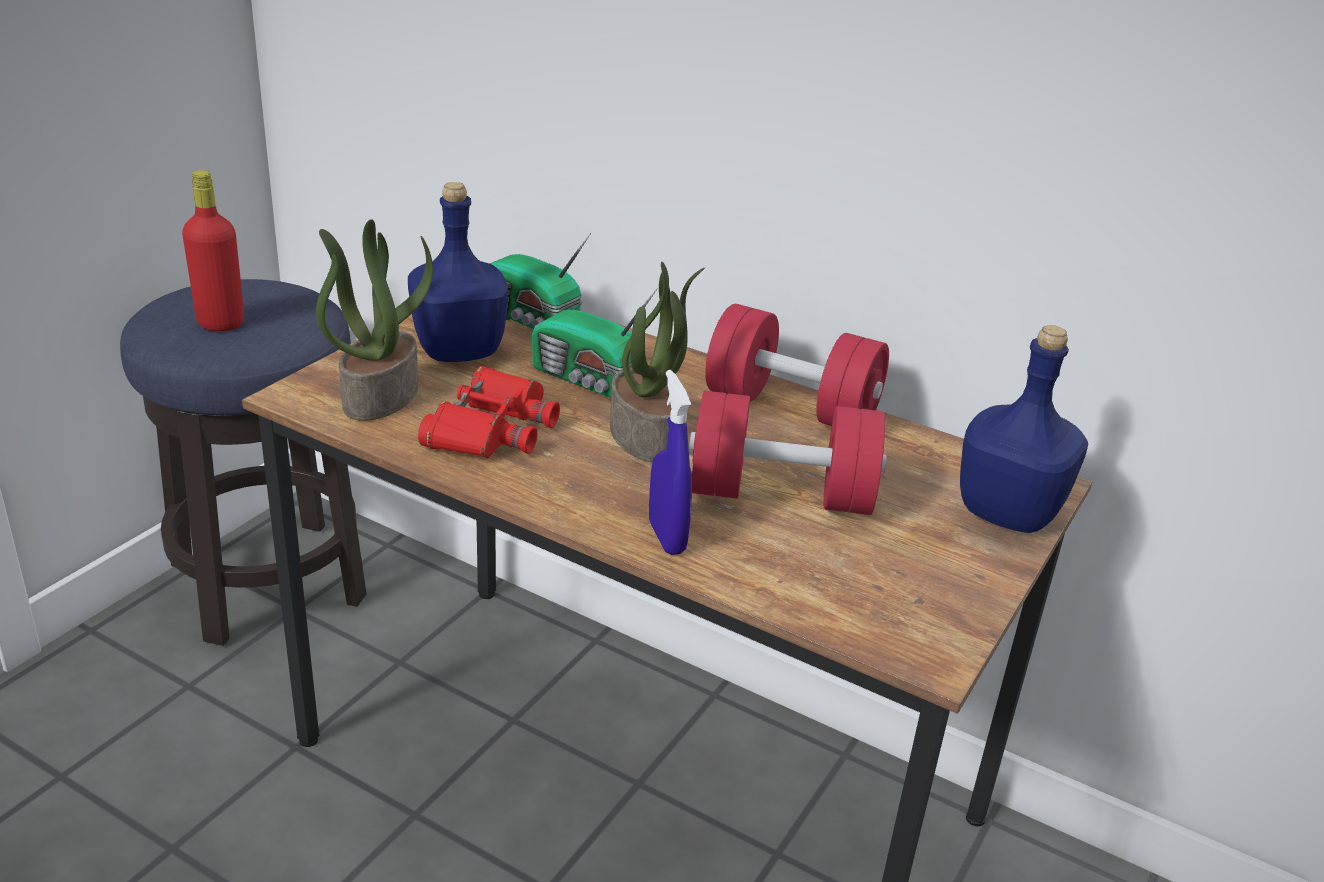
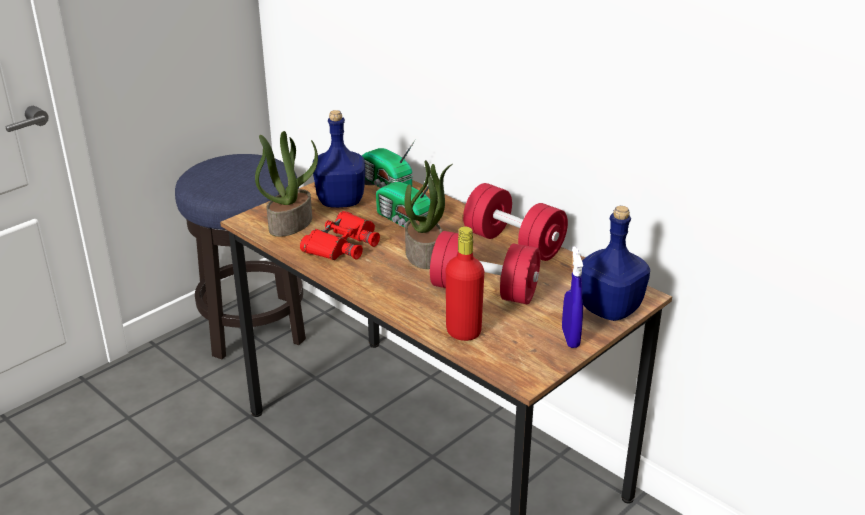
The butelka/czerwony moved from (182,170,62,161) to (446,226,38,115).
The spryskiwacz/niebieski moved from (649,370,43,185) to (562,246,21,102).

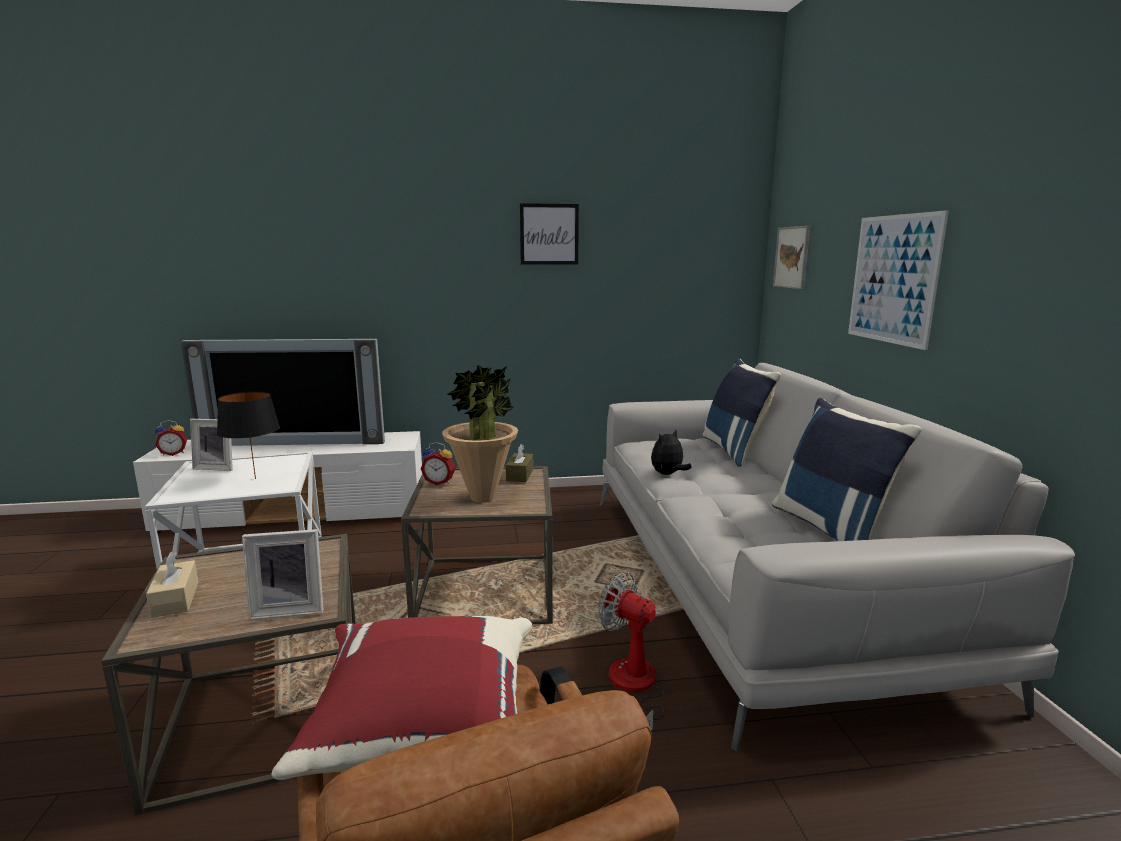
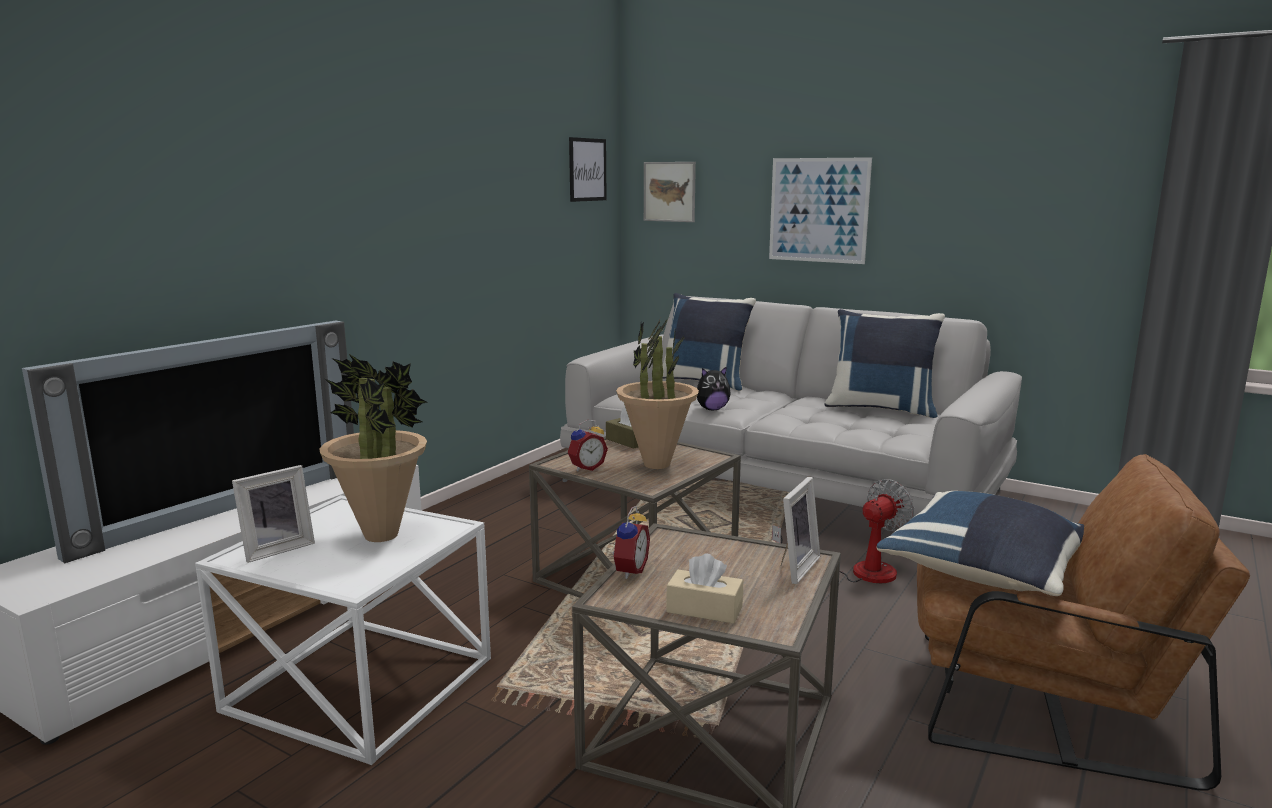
The lampa stołowa/czarny at (217,391,63,88) was replaced by the roślina doniczkowa at (319,353,108,189).
The obraz moved from (520,203,59,62) to (569,137,38,65).
The budzik moved from (155,420,32,36) to (611,506,39,73).
The pluszak at (651,429,41,46) turned 105 degrees counterclockwise.
The wentylator at (598,572,66,158) turned 150 degrees clockwise.
The poduszka/czerwony at (271,616,262,164) became the poduszka/niebieski at (876,491,208,105).

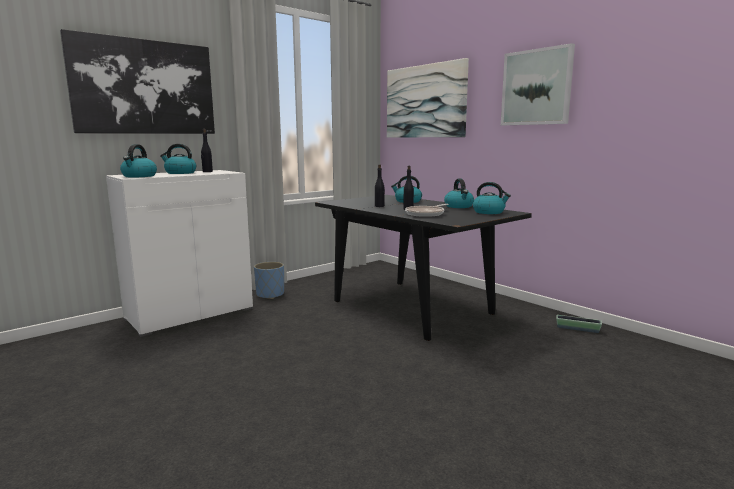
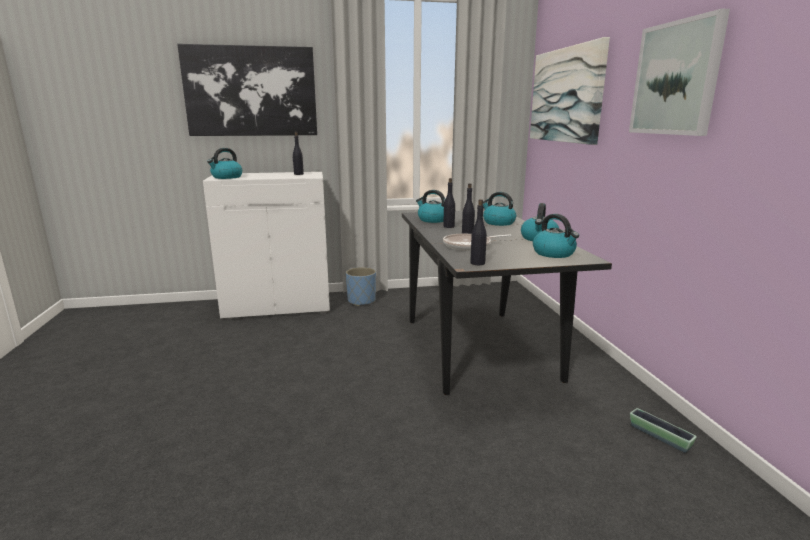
The czajnik moved from (160,144,36,30) to (416,190,29,33).
The butelka/czarny at (470,199,17,66) appeared.

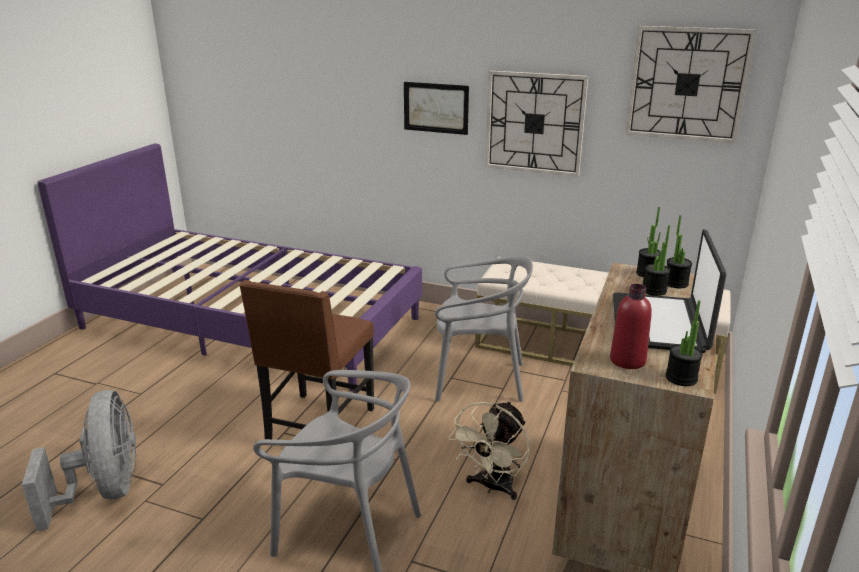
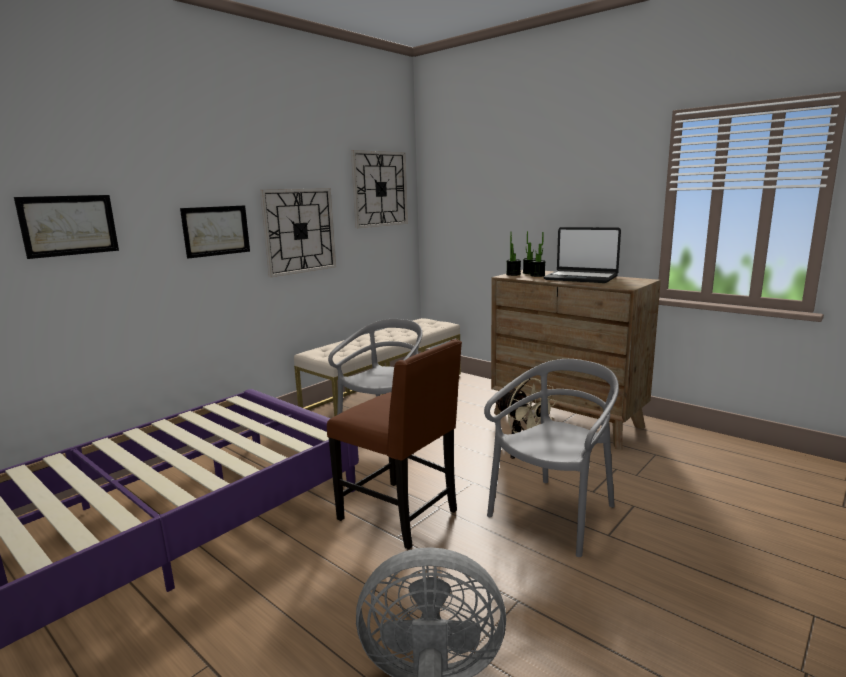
The obraz at (14,195,105,64) appeared.
The butelka/czerwony at (610,284,42,85) disappeared.
The roślina doniczkowa at (666,300,37,86) disappeared.

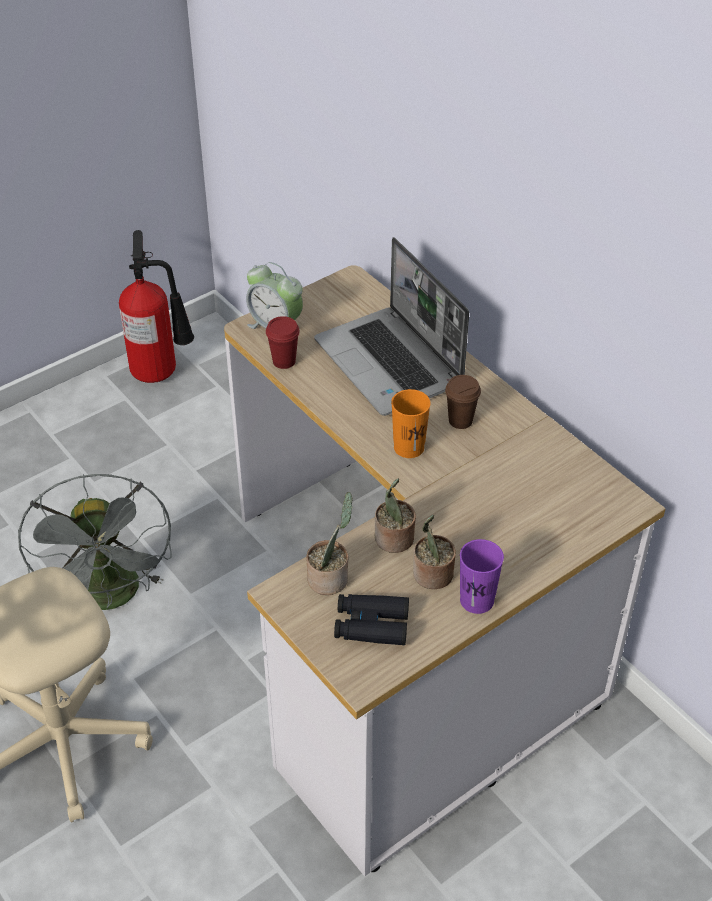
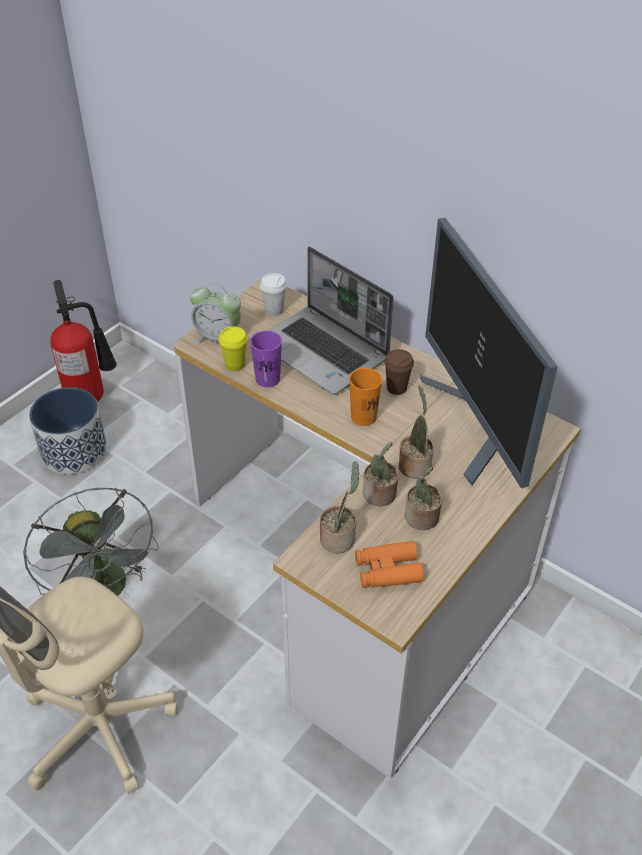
The donica at (29,387,78,88) appeared.
The filiżanka/czerwony at (266,316,34,53) became the filiżanka/żółty at (219,326,29,45).
The filiżanka/fioletowy moved from (460,539,44,75) to (250,331,32,56).
The filiżanka/biały at (260,273,27,43) appeared.
The lornetka/czarny at (334,594,75,51) became the lornetka/pomarańczowy at (355,541,69,47).
The roślina doniczkowa at (399,385,35,94) appeared.
The monitor at (420,218,137,270) appeared.

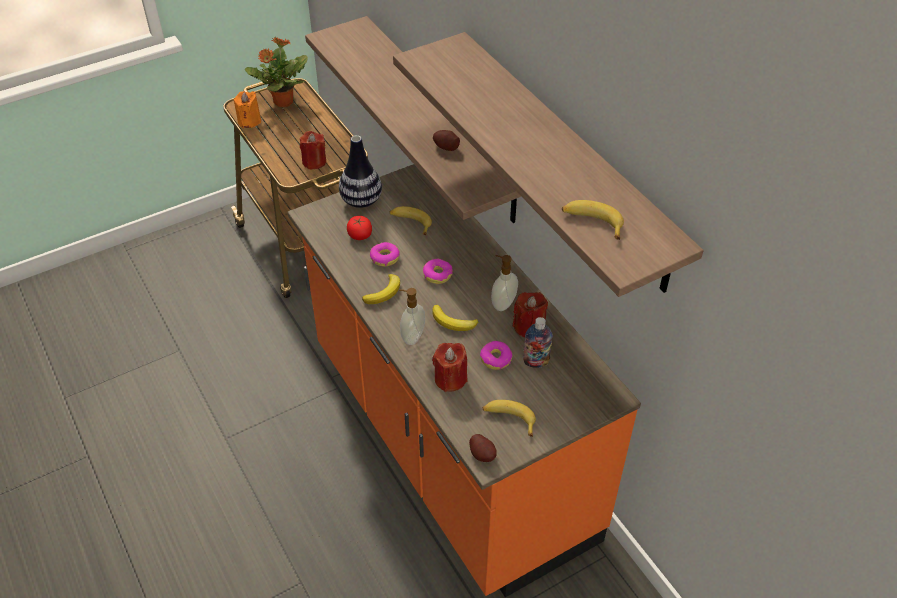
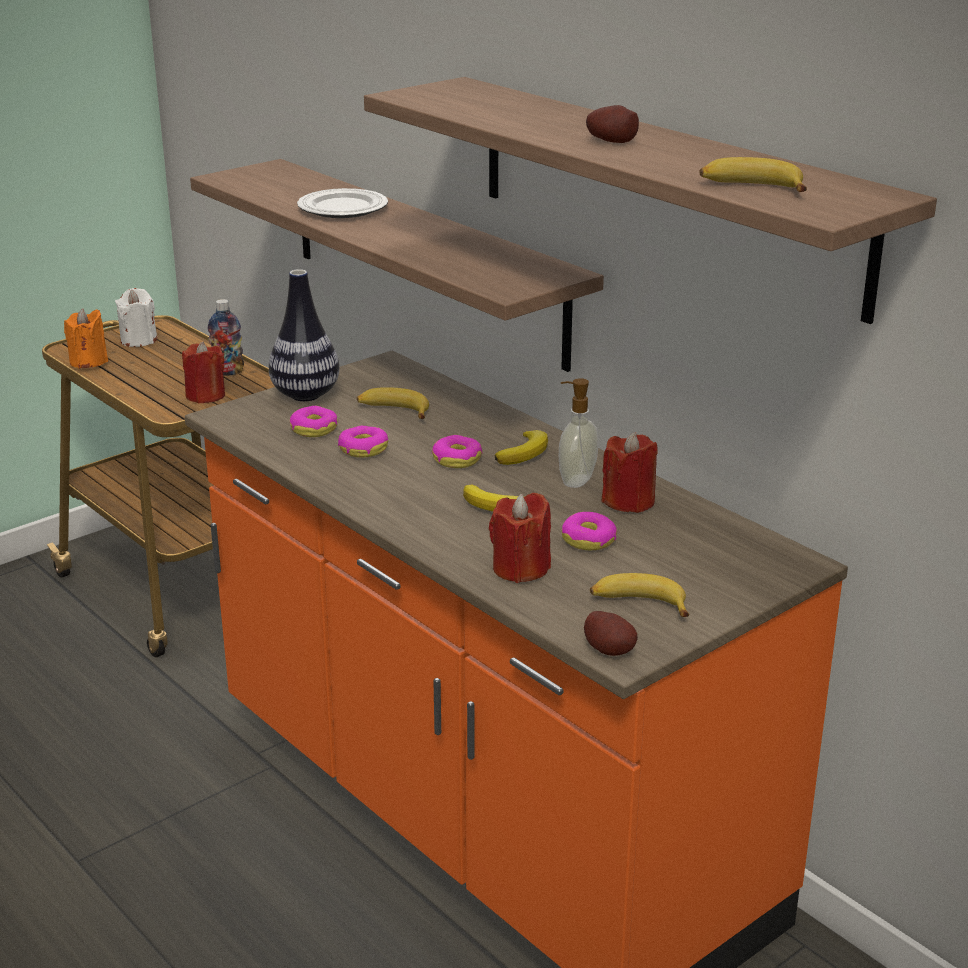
The roślina doniczkowa at (245,37,63,70) was replaced by the świeca/biały at (115,288,42,59).
The butelka moved from (523,317,30,51) to (208,299,36,77).
The pomidor at (347,216,25,24) was replaced by the donut at (290,406,48,31).
The talerz at (297,188,91,30) appeared.
The banan moved from (362,274,38,30) to (495,430,53,35).
The ziemniak moved from (433,130,27,21) to (586,105,53,38).
The dozownik mydła at (399,288,26,57) disappeared.

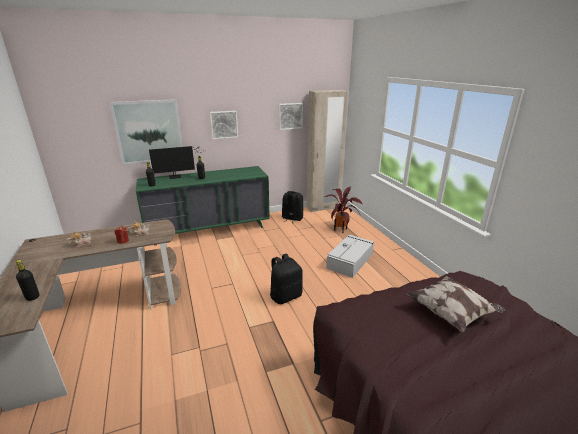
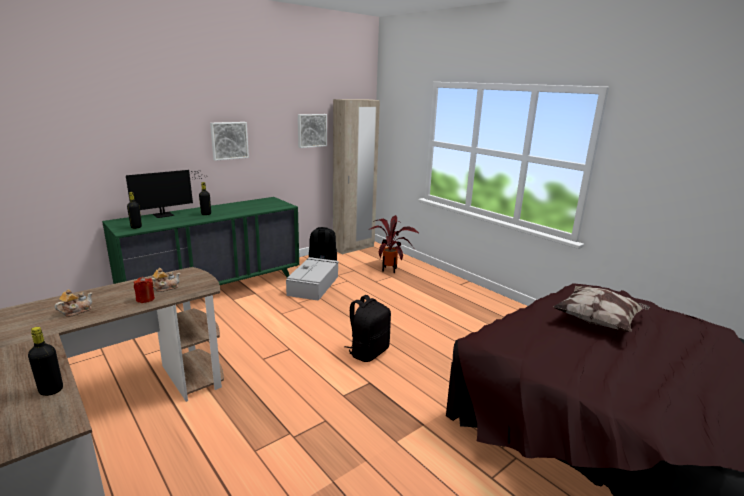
The pojemnik do przechowywania/szary moved from (326,235,48,43) to (286,257,53,44).
The obraz at (109,99,74,66) disappeared.

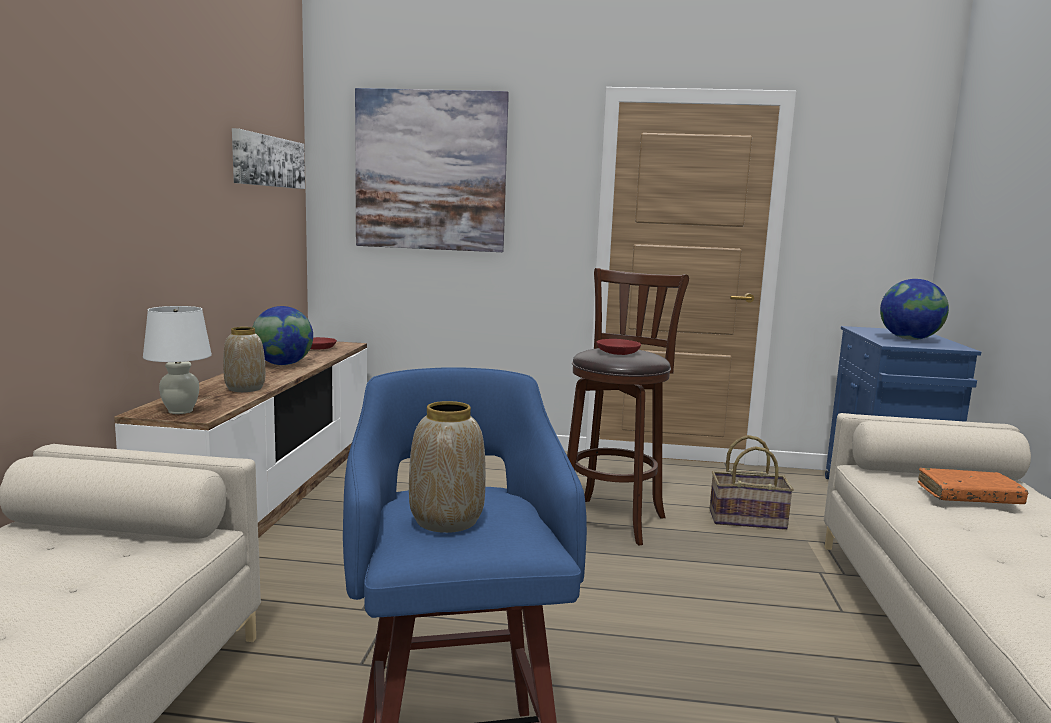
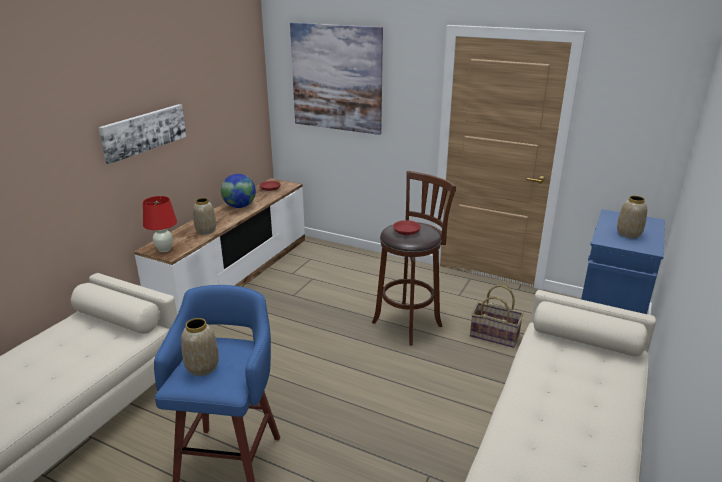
The obraz moved from (232,128,73,61) to (98,104,88,60).
The lampa stołowa/biały at (143,306,69,108) became the lampa stołowa/czerwony at (143,196,34,56).
The globus at (880,279,69,61) was replaced by the wazon at (617,196,30,42).
The książka/pomarańczowy at (918,468,110,36) disappeared.

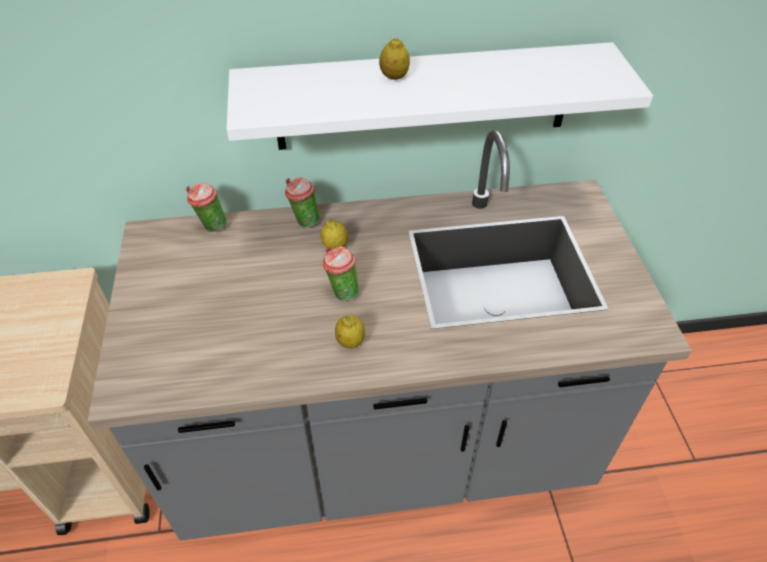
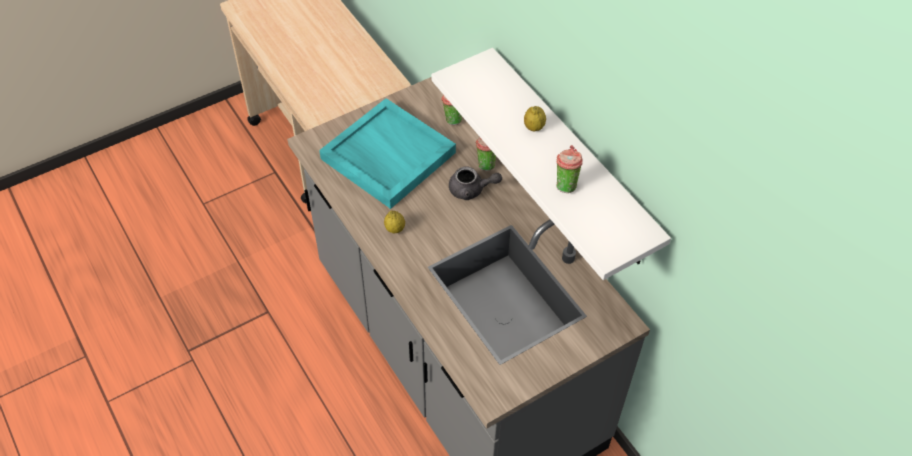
The taca/turkusowy at (319,98,137,111) appeared.
The cytryna at (321,219,27,30) was replaced by the imbryk/szary at (449,167,53,33).
The filiżanka moved from (323,247,36,54) to (556,145,27,48).

